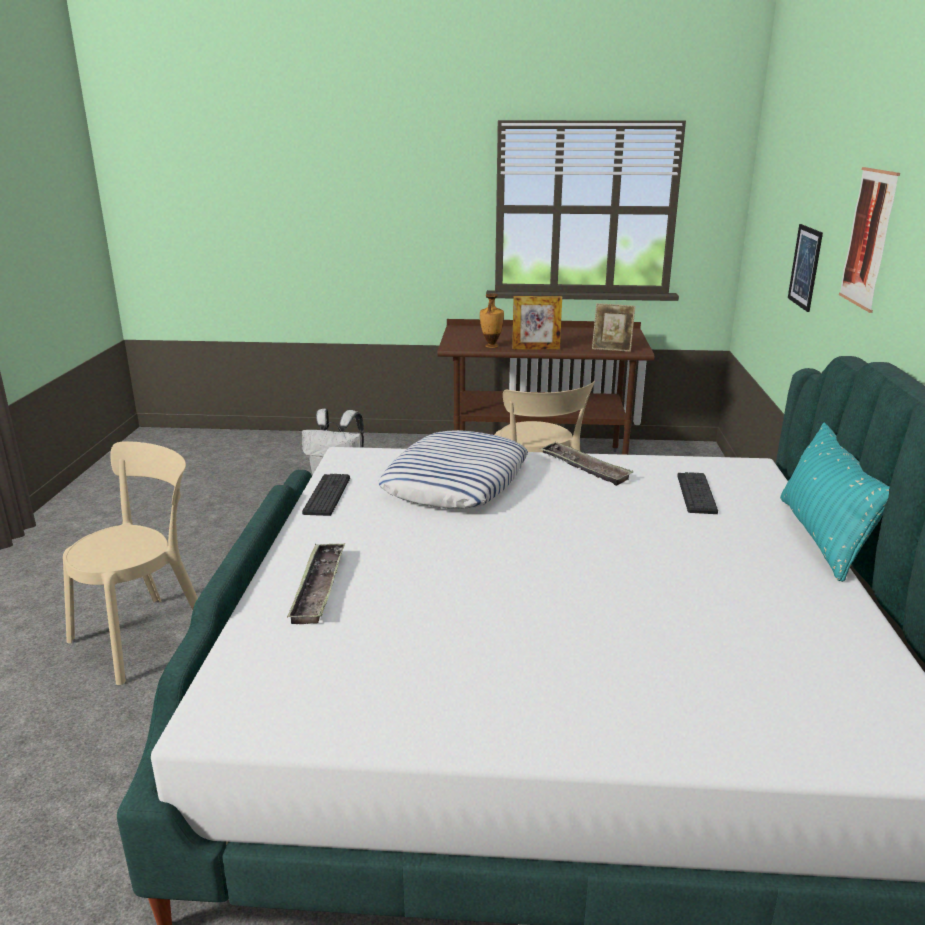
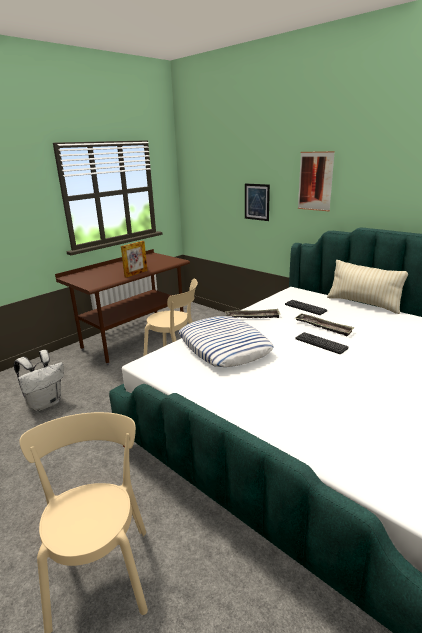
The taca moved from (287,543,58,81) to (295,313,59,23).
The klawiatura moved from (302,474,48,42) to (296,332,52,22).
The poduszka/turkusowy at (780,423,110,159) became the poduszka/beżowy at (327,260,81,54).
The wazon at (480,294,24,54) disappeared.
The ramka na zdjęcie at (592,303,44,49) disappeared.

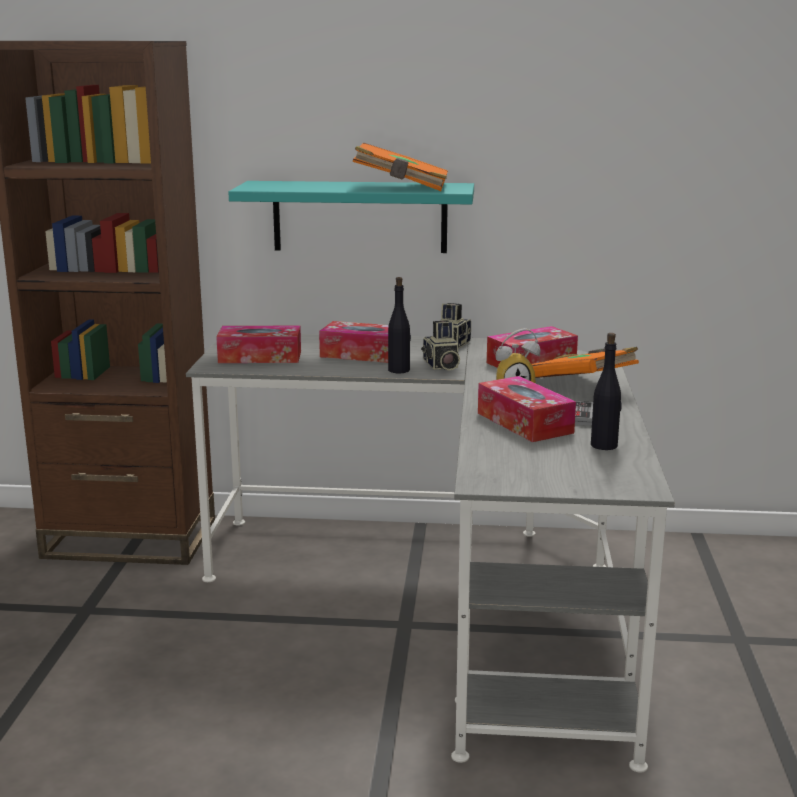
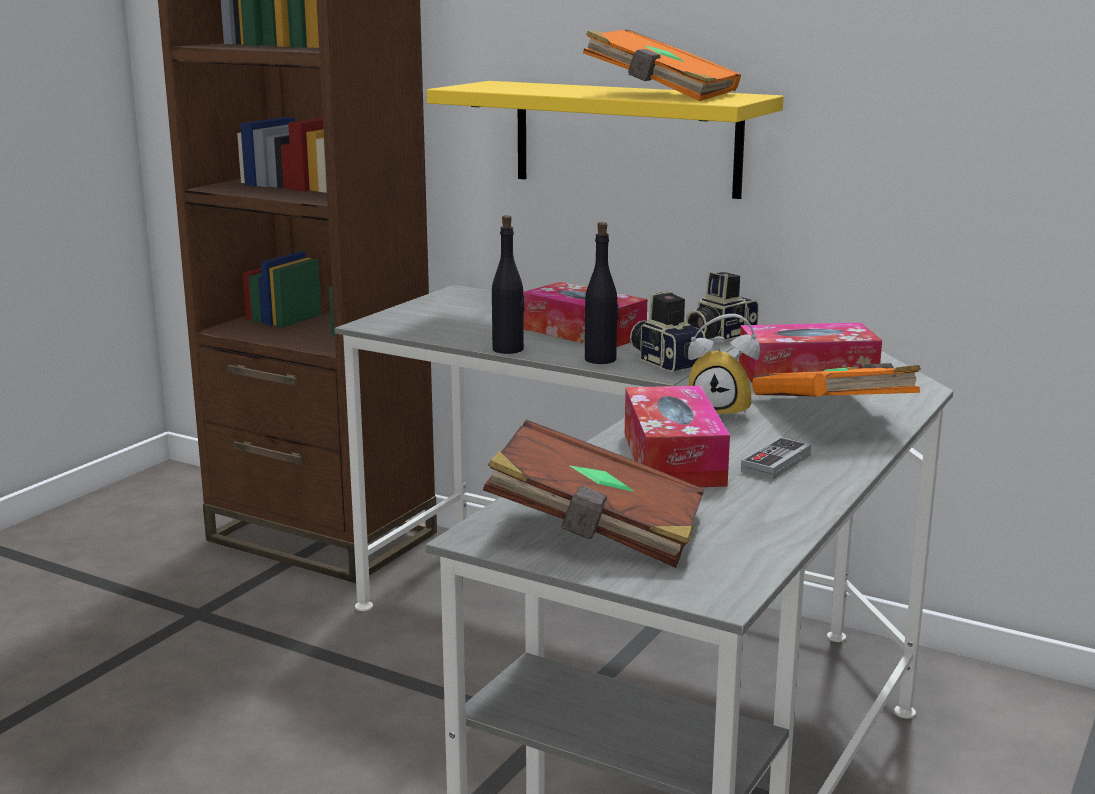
The półka/turkusowy at (228,181,246,72) became the półka/żółty at (427,81,357,118).
The książka/brązowy at (483,420,222,148) appeared.
The butelka/czarny moved from (591,333,31,117) to (492,215,33,139).
The aparat fotograficzny at (421,320,39,51) turned 135 degrees clockwise.
The pudełko chusteczek at (216,326,85,37) disappeared.

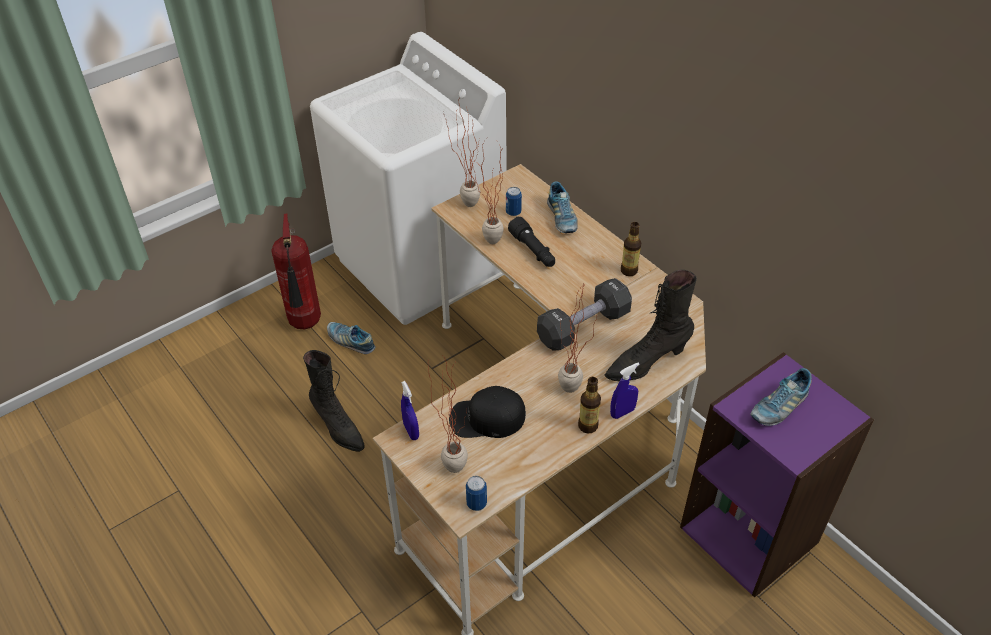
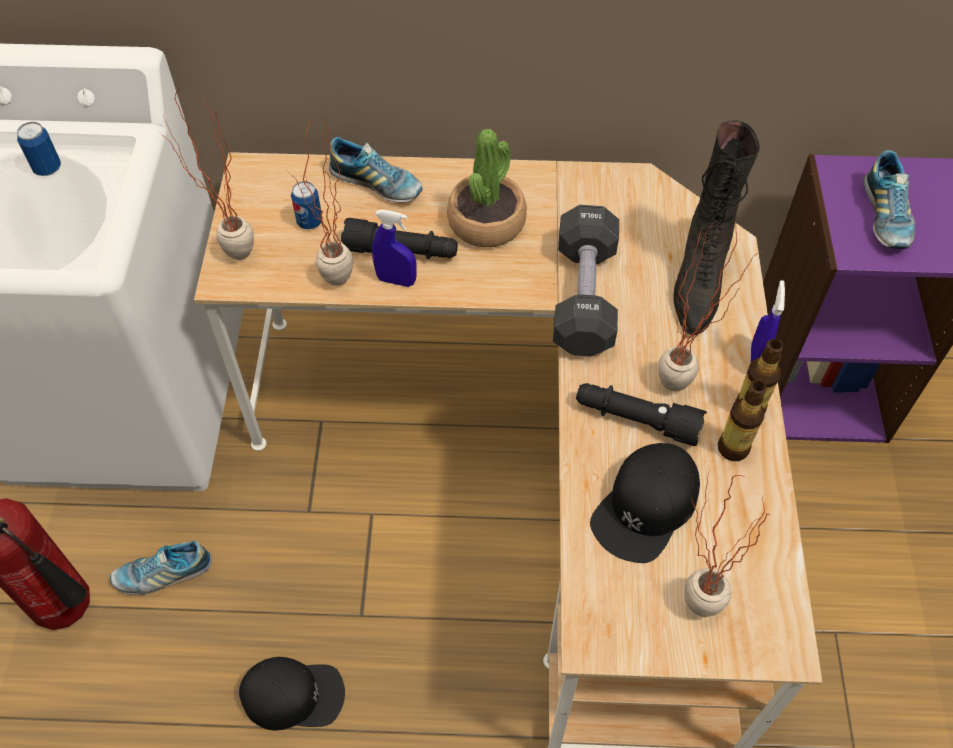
The puszka moved from (466,476,21,35) to (17,122,44,54).
The but z cholewką/czarny at (303,350,62,102) was replaced by the czapka z daszkiem/czarny at (239,657,106,74).
The spryskiwacz/niebieski moved from (401,381,18,59) to (372,209,45,78).
The roślina doniczkowa at (447,129,80,118) appeared.
The latarka/czarny at (576,383,131,63) appeared.
The butelka moved from (621,222,20,54) to (718,380,49,81).

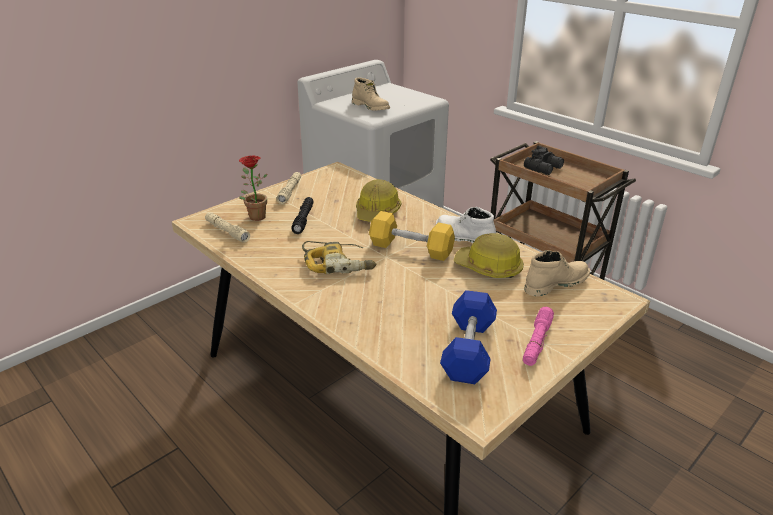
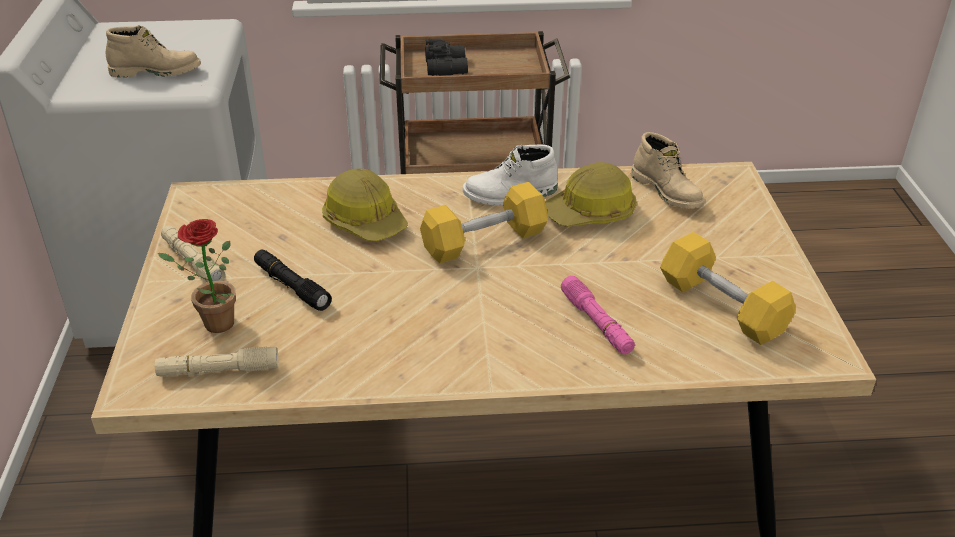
The latarka/różowy moved from (523,307,31,59) to (561,276,74,79).
The but z cholewką/beżowy at (525,250,65,47) turned 135 degrees clockwise.
The hantel/niebieski at (440,290,57,94) became the hantel/żółty at (660,232,136,113).
The wiertarka at (302,241,75,33) disappeared.

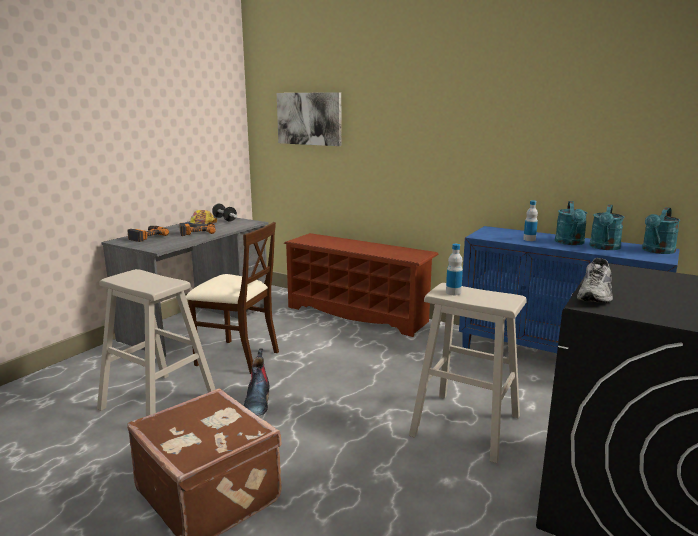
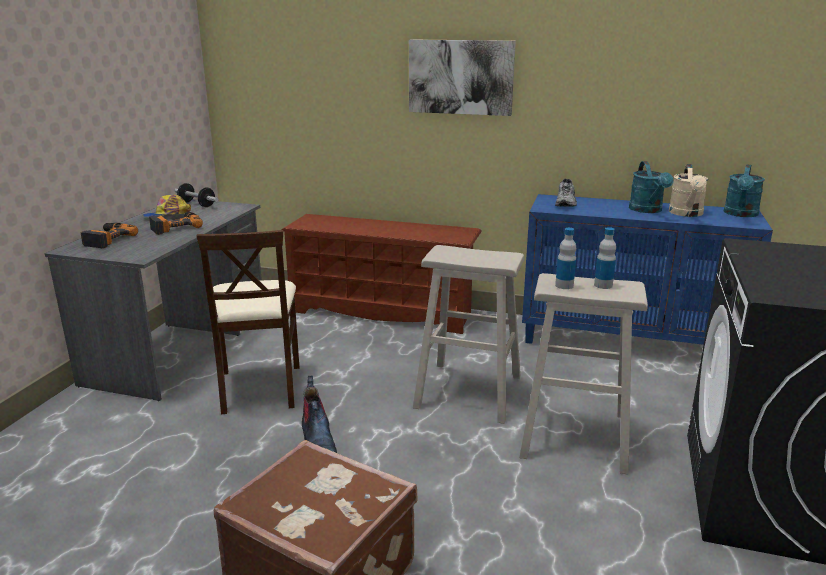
The krzesło/beżowy at (186,222,93,152) turned 75 degrees clockwise.
The obraz moved from (277,92,65,54) to (409,40,107,76).
The stołek/beżowy moved from (97,269,119,147) to (413,245,111,179).
The but/szary moved from (577,258,36,45) to (555,179,22,28).
The butelka moved from (523,200,15,41) to (594,227,22,62).
The konewka/turkusowy at (590,204,34,46) became the konewka/beżowy at (669,164,39,53).

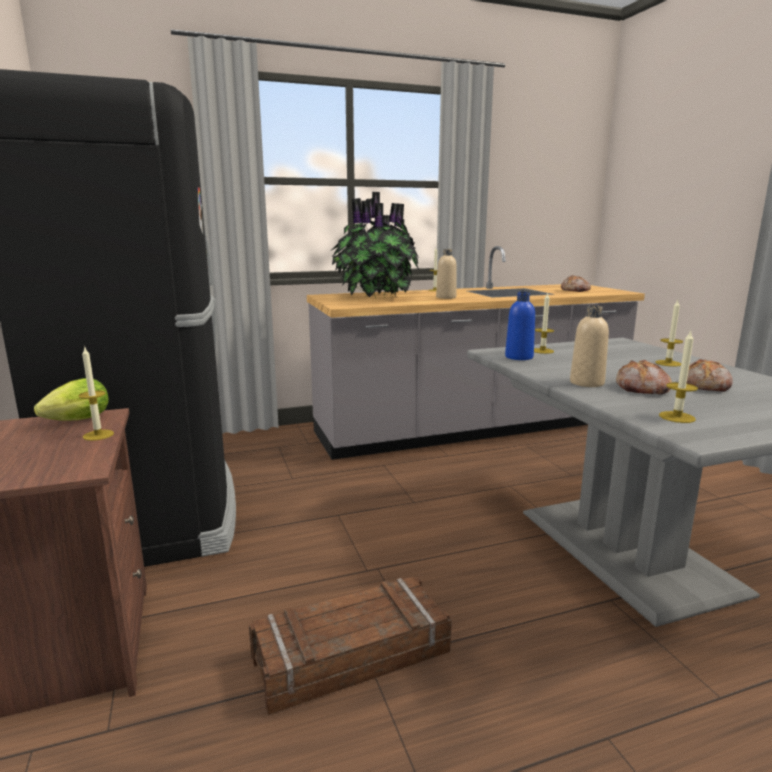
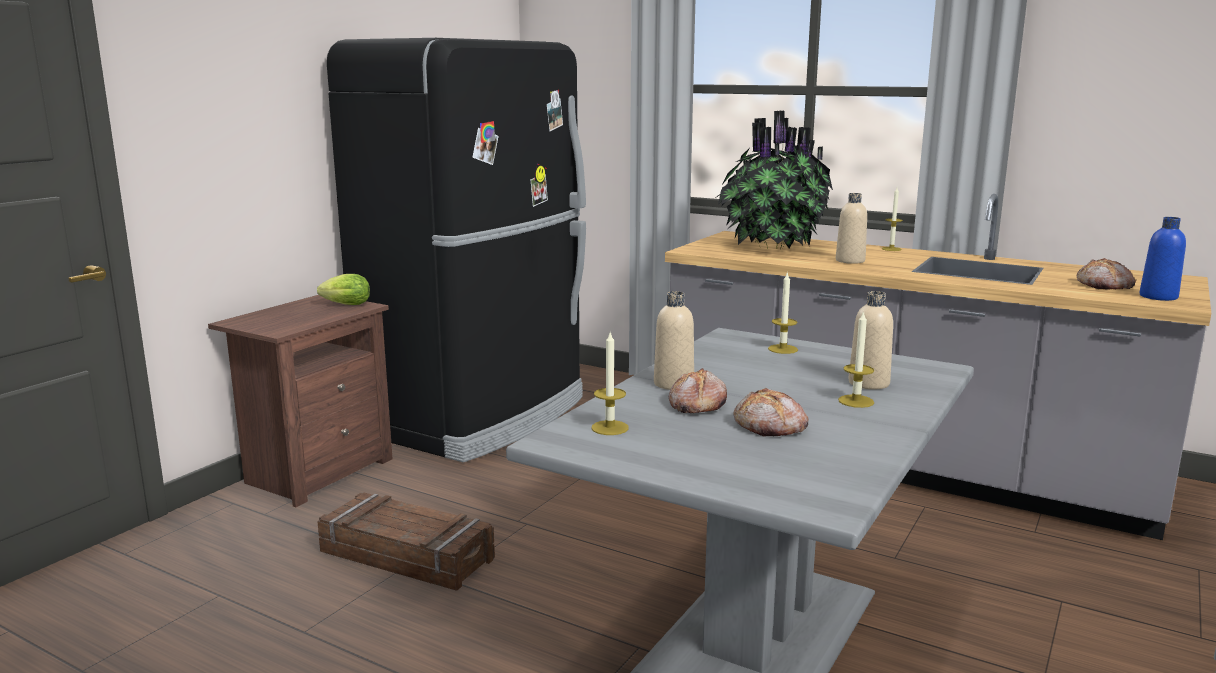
The butelka/beżowy at (848,291,45,99) appeared.
The butelka/niebieski moved from (505,292,30,68) to (1139,217,47,84).
The świeca at (78,346,36,95) disappeared.

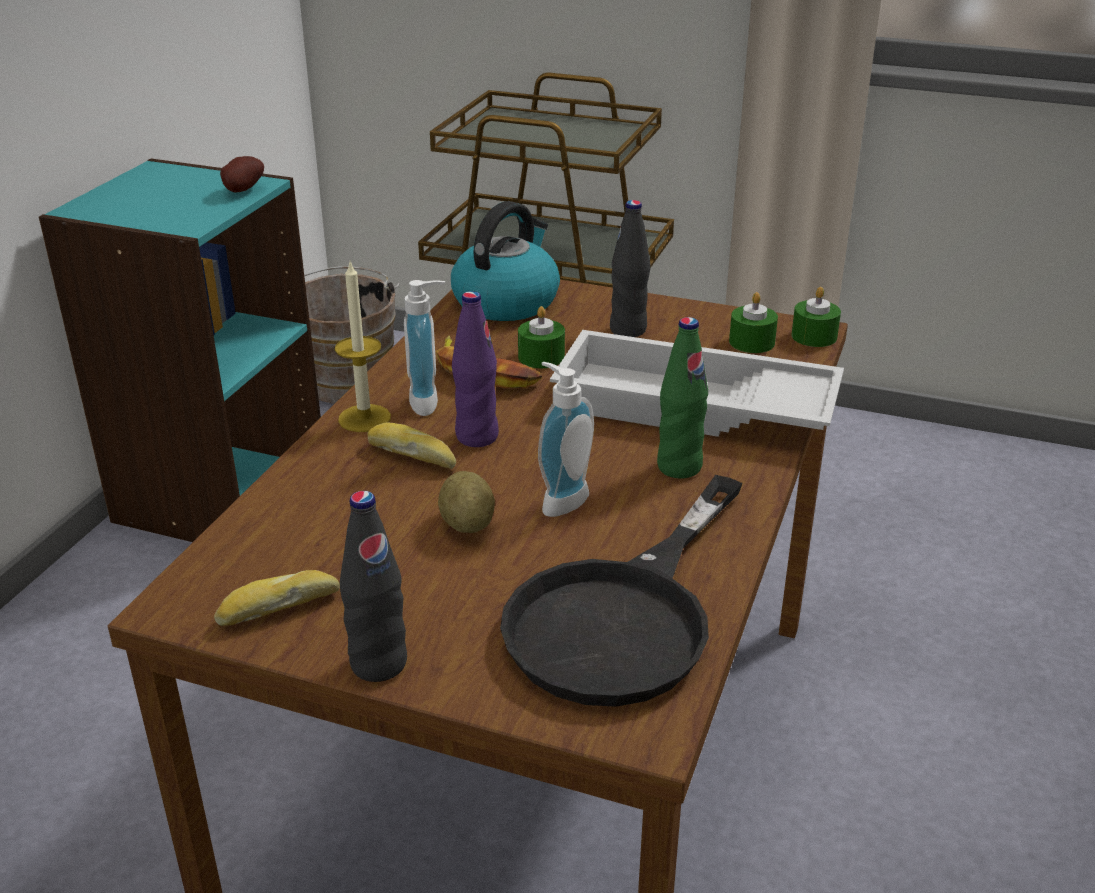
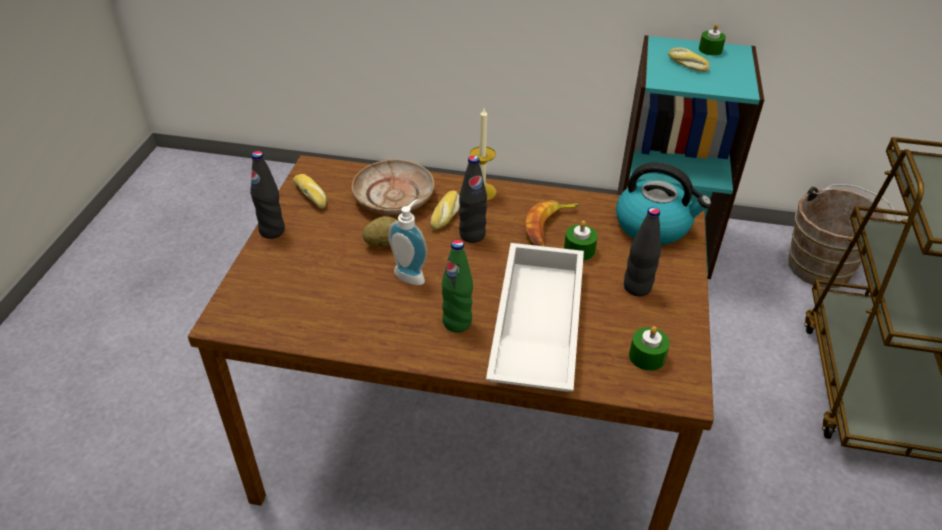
The talerz/beżowy at (351,159,84,56) appeared.
The butelka/fioletowy at (452,291,47,156) became the butelka/czarny at (459,155,28,88).
The chleb at (668,48,42,24) appeared.
The świeca/zielony moved from (791,287,50,60) to (699,24,27,32).
The ziemniak at (220,156,44,37) disappeared.
The dozownik mydła at (404,280,41,136) disappeared.
The patelnia/czarny at (500,475,243,232) disappeared.

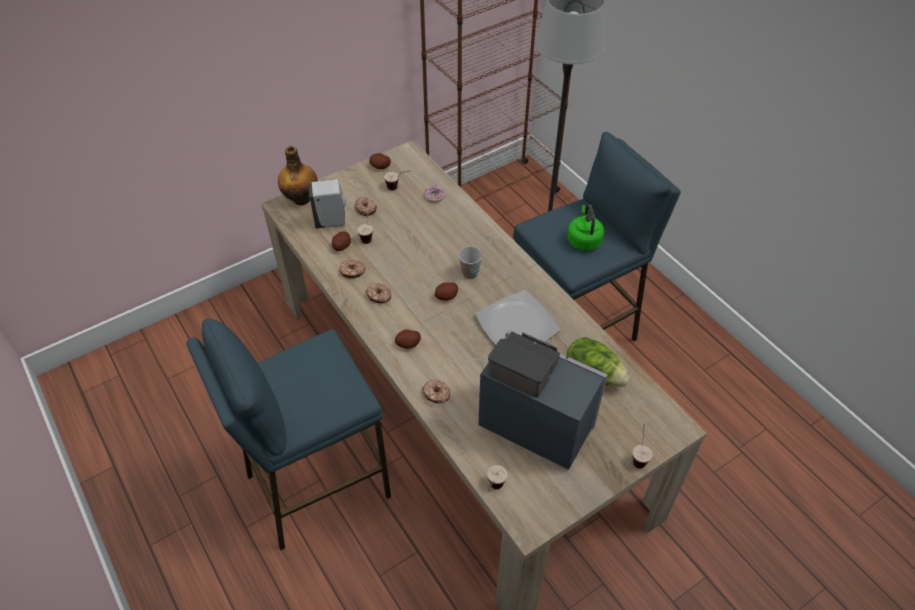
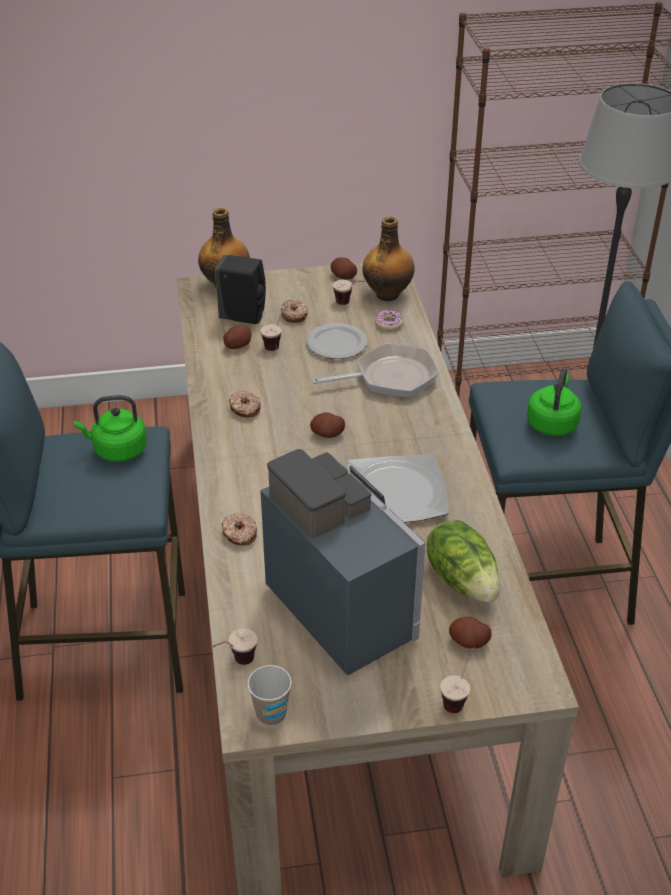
The czajnik/zielony at (74,395,73,67) appeared.
The dozownik mydła/biały at (308,179,38,50) became the dozownik mydła/czarny at (215,255,51,69).
The filiżanka moved from (459,246,23,33) to (247,665,45,61).
The talerz at (306,323,61,36) appeared.
The patelnia at (312,343,127,55) appeared.
The butelka at (362,217,53,84) appeared.
The ziemniak moved from (395,329,26,20) to (449,616,43,33).
The donut at (339,260,27,19) disappeared.

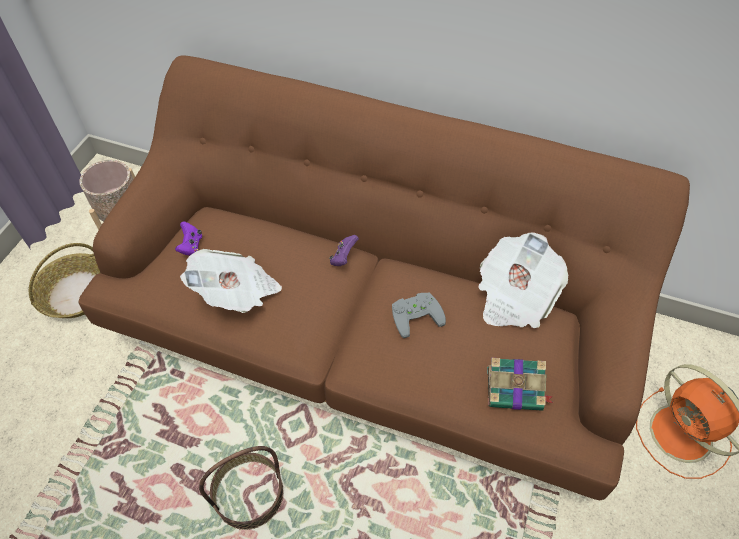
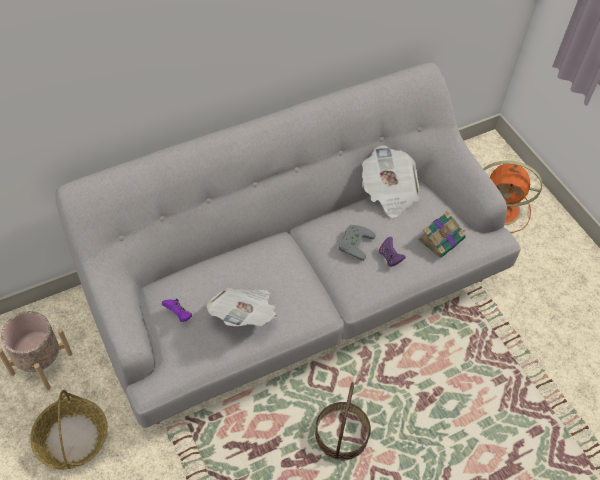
The kanapa/brązowy at (79,55,611,446) became the kanapa/szary at (56,62,465,366).
The pad do gier/fioletowy moved from (329,235,30,31) to (379,237,27,30).

